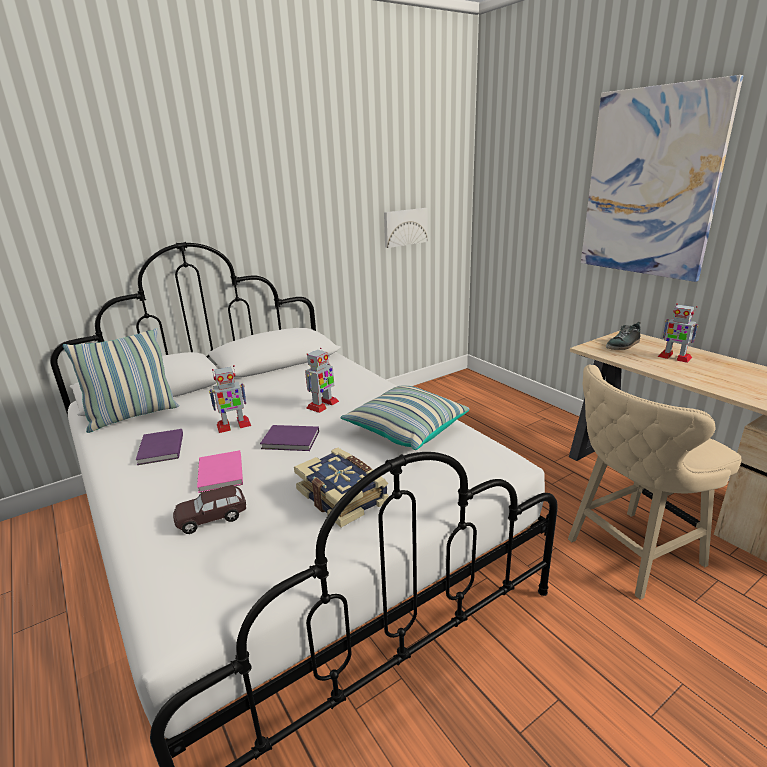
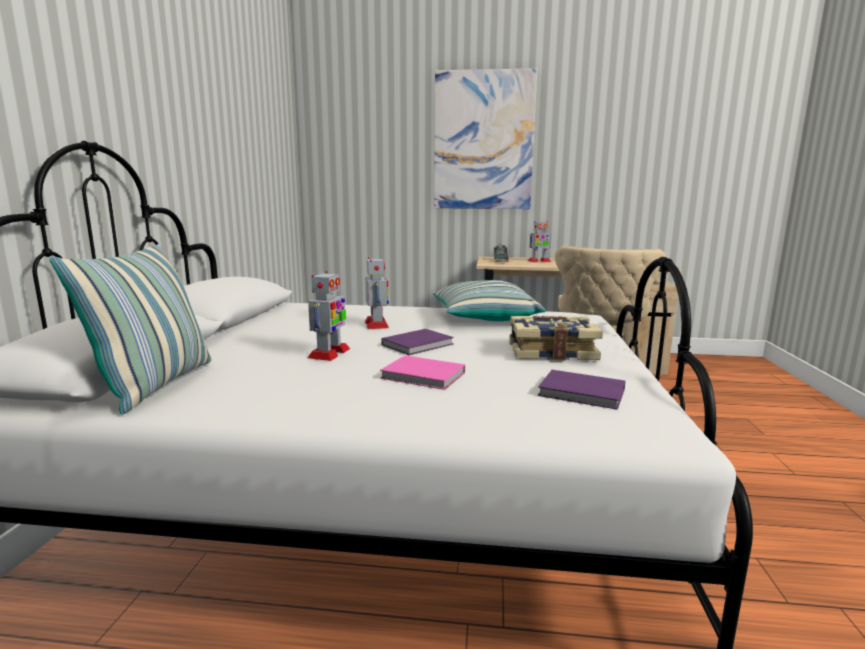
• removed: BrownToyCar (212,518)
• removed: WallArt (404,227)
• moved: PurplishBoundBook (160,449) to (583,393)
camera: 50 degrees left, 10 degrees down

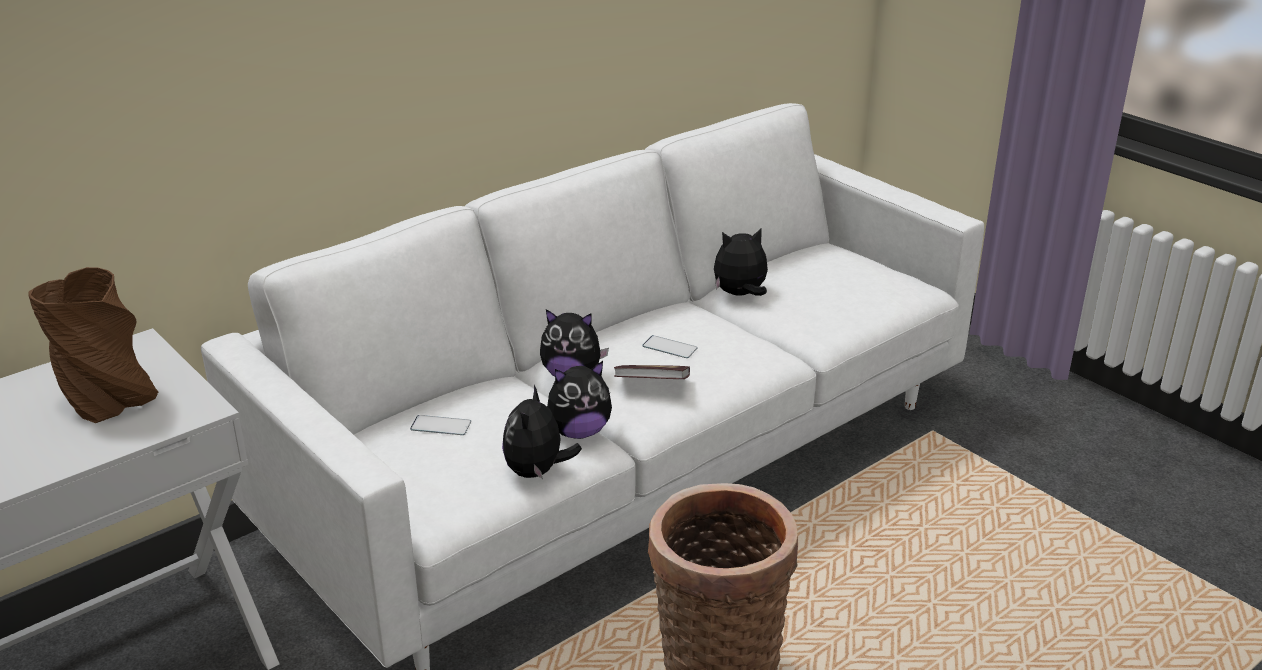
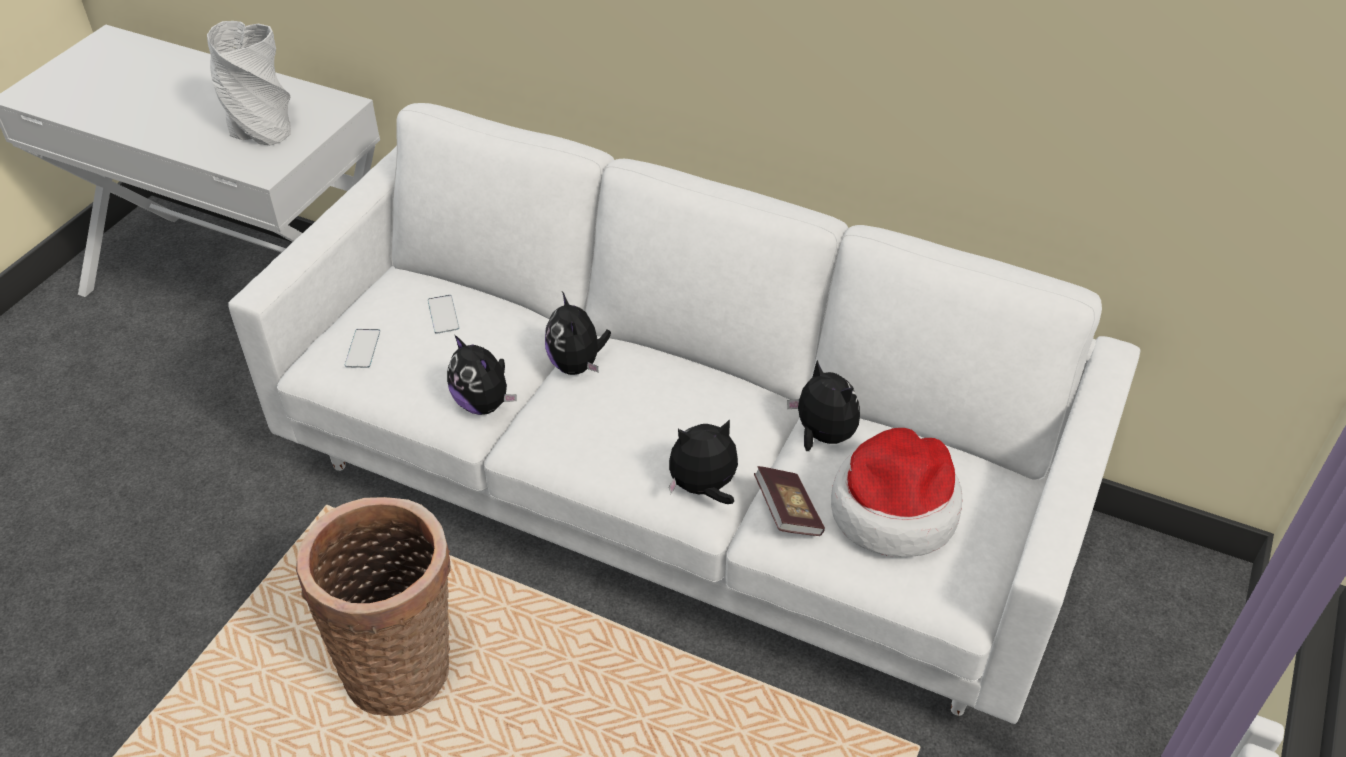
• added: Hat (893,508)
• moved: CuddlyToy (537,472) to (703,488)
• moved: BoundBook (652,385) to (787,512)
• moved: Phone (669,347) to (362,348)
• recoloured: BrownFlowerVase (108,400) to GreyFlowerVase (261,127)
camera: 65 degrees right, 15 degrees up

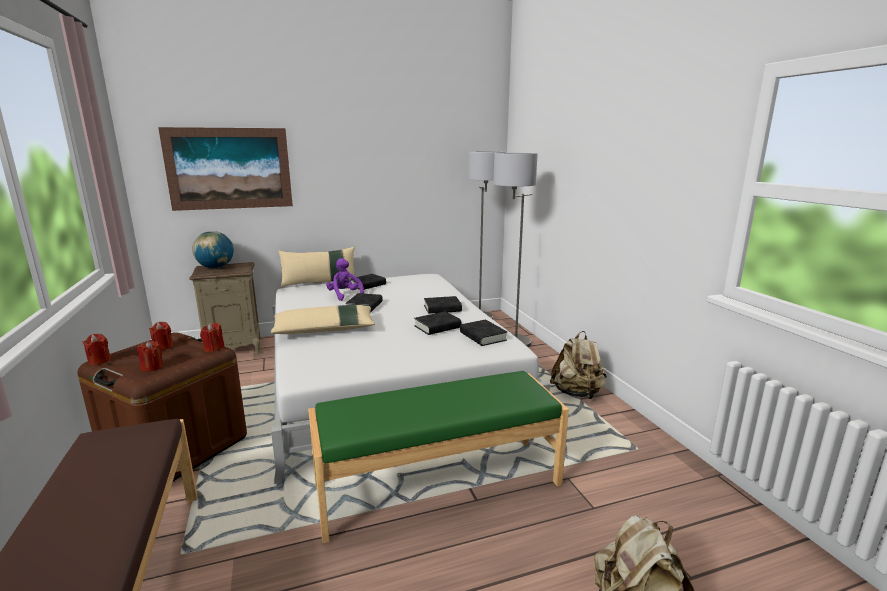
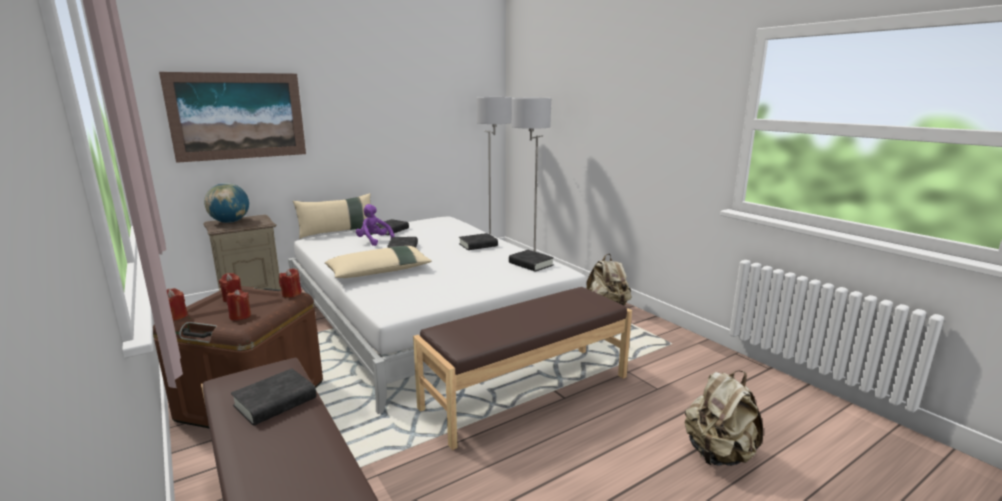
• moved: BlackColouredBoundBook (437,327) to (275,402)
• recoloured: GreenishIndoorBench (438,484) to BrownIndoorBench (526,391)
camera: 15 degrees left, 0 degrees up

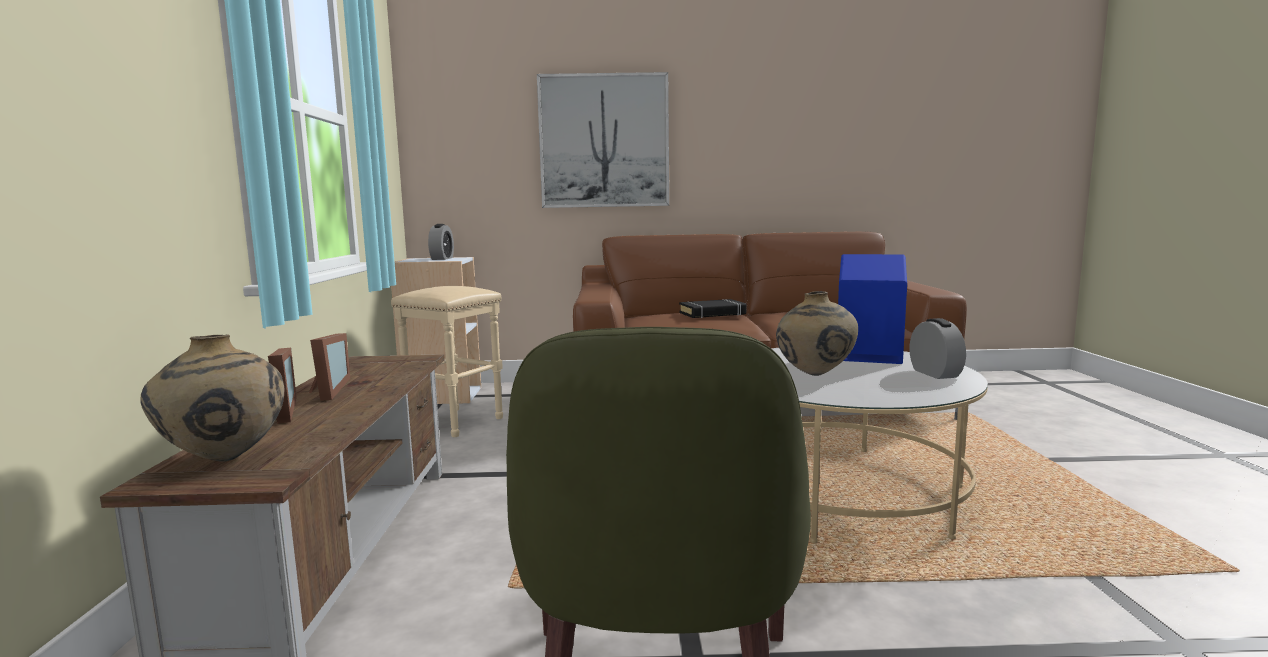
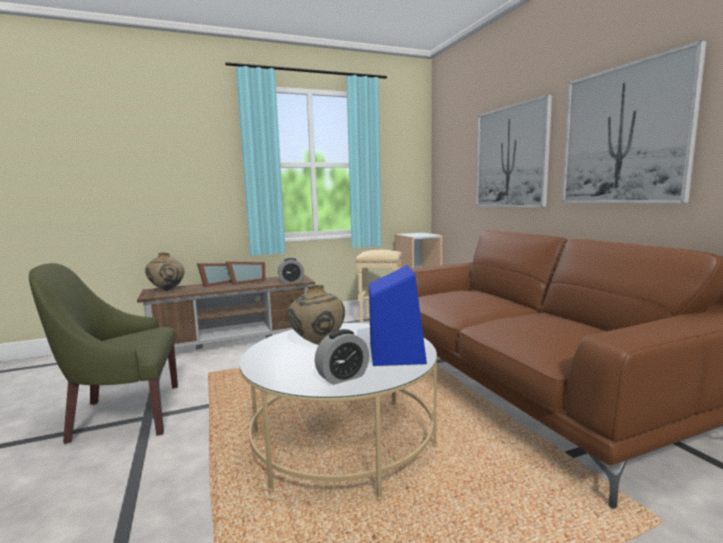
• removed: BlackColouredBoundBook (712,314)
• added: WallArt (624,135)
• moved: BedsideClock (442,258) to (291,281)
camera: 70 degrees right, 0 degrees up

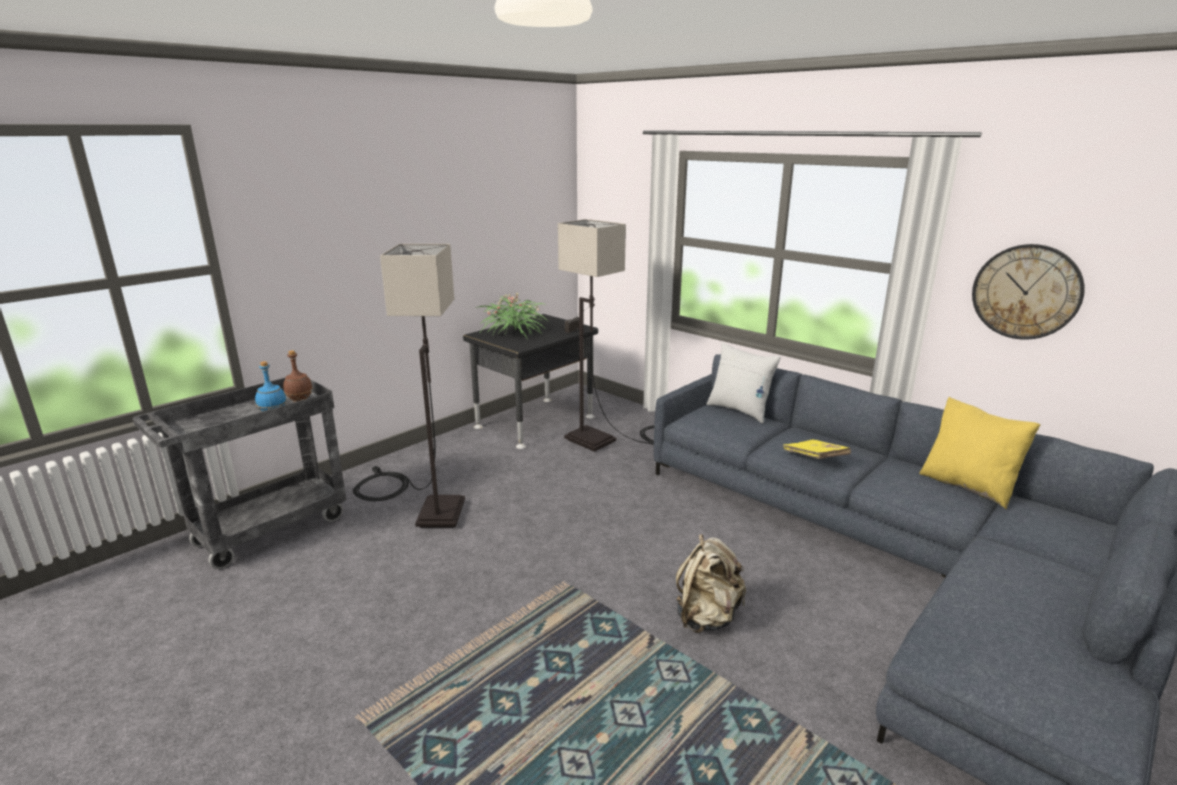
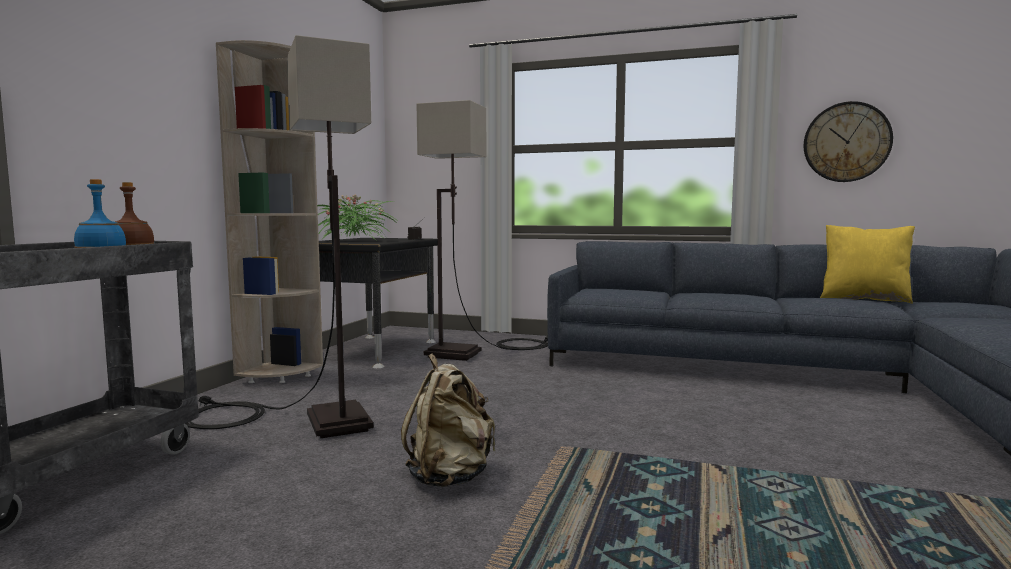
• removed: GreyThrowPillow (739,411)
• removed: YellowBoundBook (814,458)
• added: BeigeBookshelf (279,378)
• moved: BeigeRucksack (707,617) to (450,477)
camera: 25 degrees left, 15 degrees down

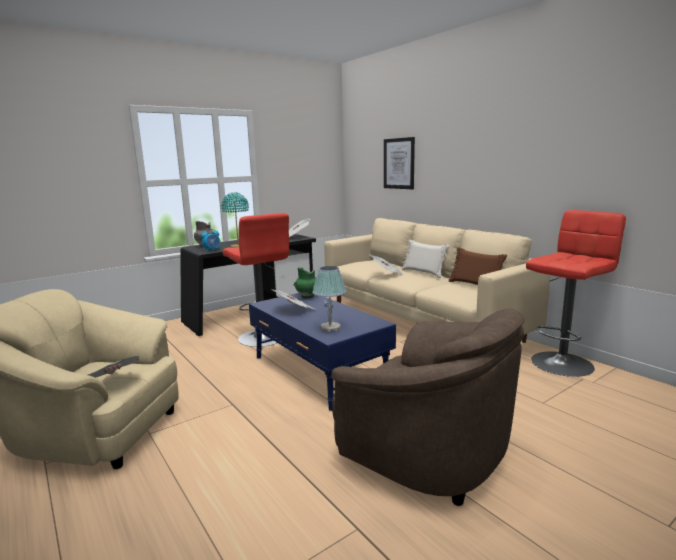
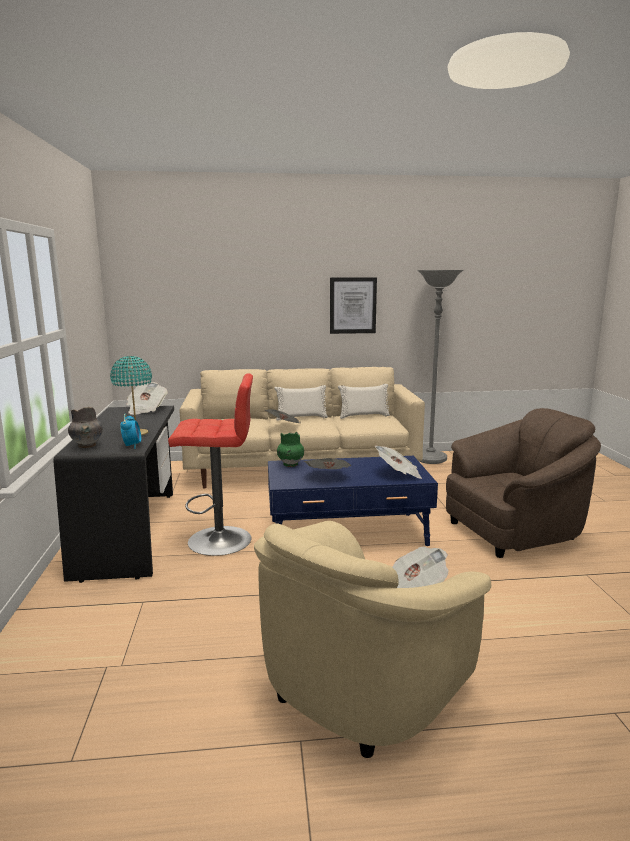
• moved: WallArt (399,163) to (353,305)
• replaced: LampForATable (330,328) to DailyPaper (398,474)
• replaced: RedSittingStool (562,364) to GreyStandardLamp (430,459)
• recoloured: BrownThrowPillow (475,285) to WhiteThrowPillow (363,416)
camera: 60 degrees left, 0 degrees up

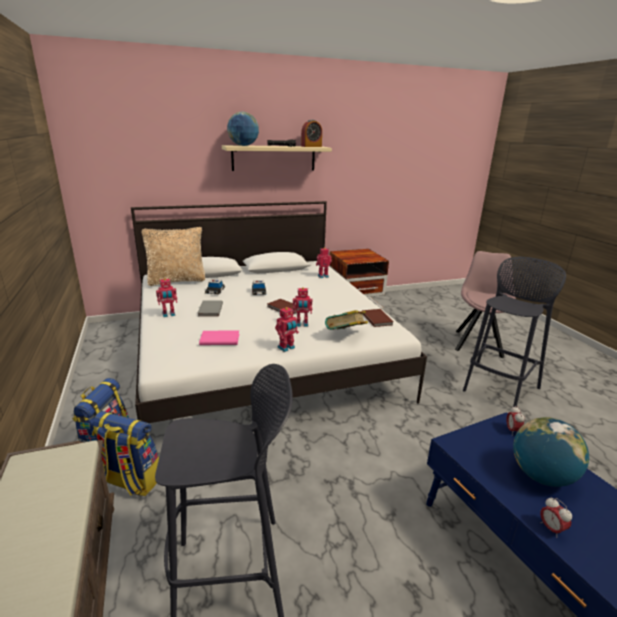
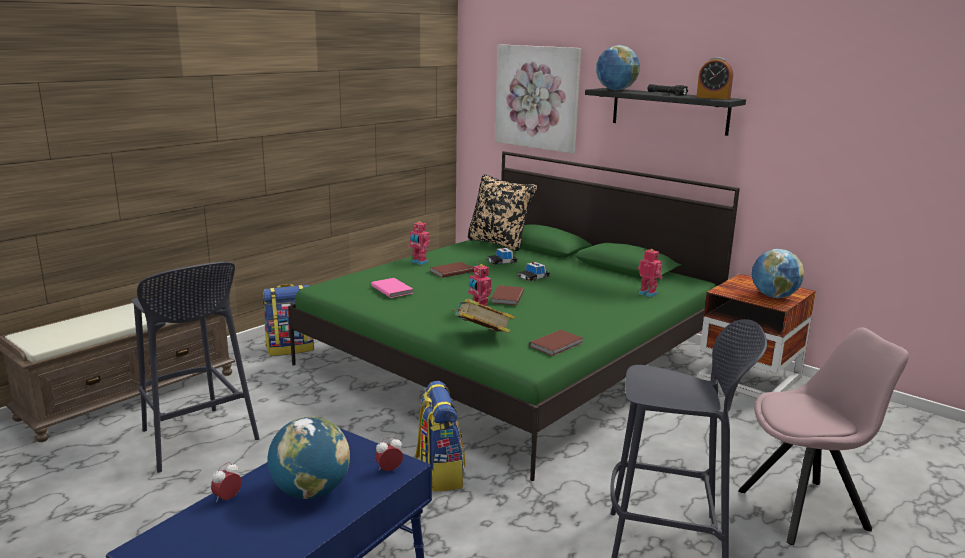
• removed: RobotFigure (287,348)
• added: WallArt (537,97)
• added: WorldGlobe (773,296)
• moved: Rucksack (130,481) to (439,474)
• recoloured: WhiteSleepingBed (261,354) to GreenishSleepingBed (512,358)
• recoloured: BeigeThrowPillow (177,282) to BlackColouredThrowPillow (499,245)
• recoloured: GreyBoundBook (209,310) to BrownBoundBook (451,271)
• recoloured: BeigeWallShelf (274,158) to BlackColouredWallShelf (669,111)
camera: 60 degrees right, 5 degrees down

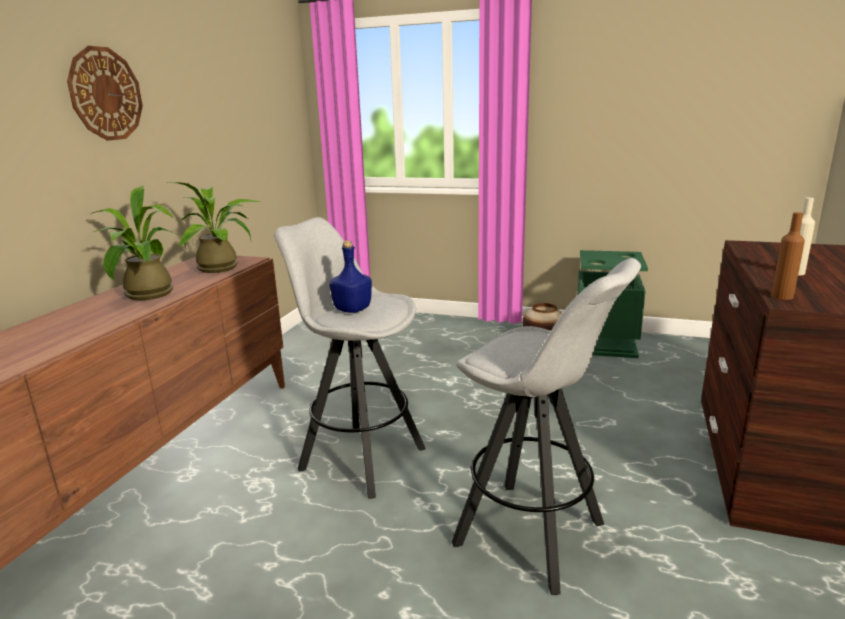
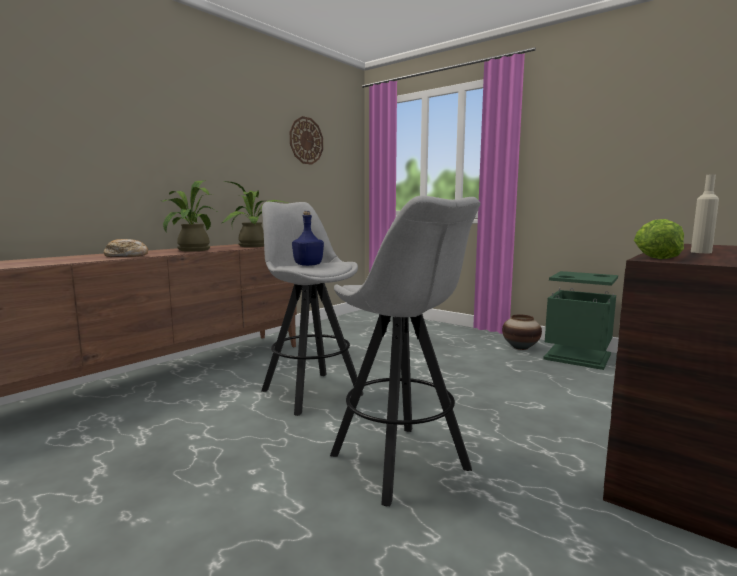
• added: Bread (127,256)
• moved: WallClock (106,94) to (306,140)
• replaced: BrownDrinkBottle (782,296) to LettuceHead (656,257)
camera: 20 degrees right, 10 degrees down

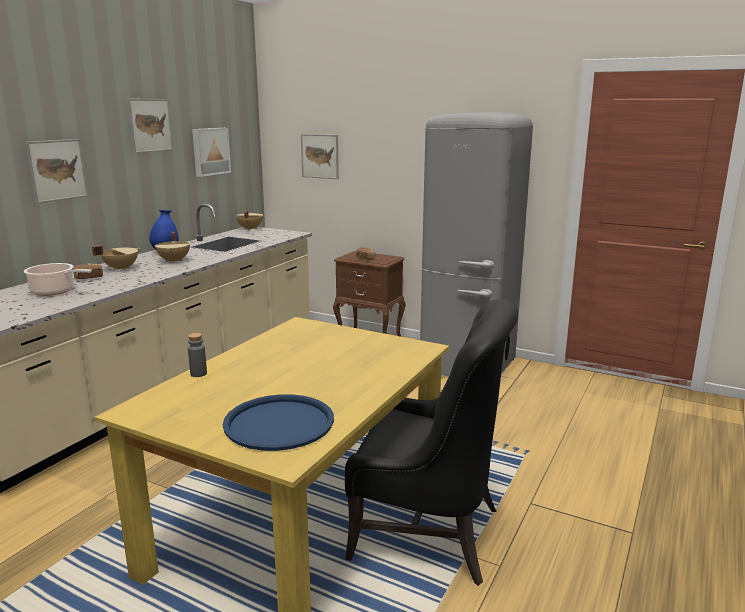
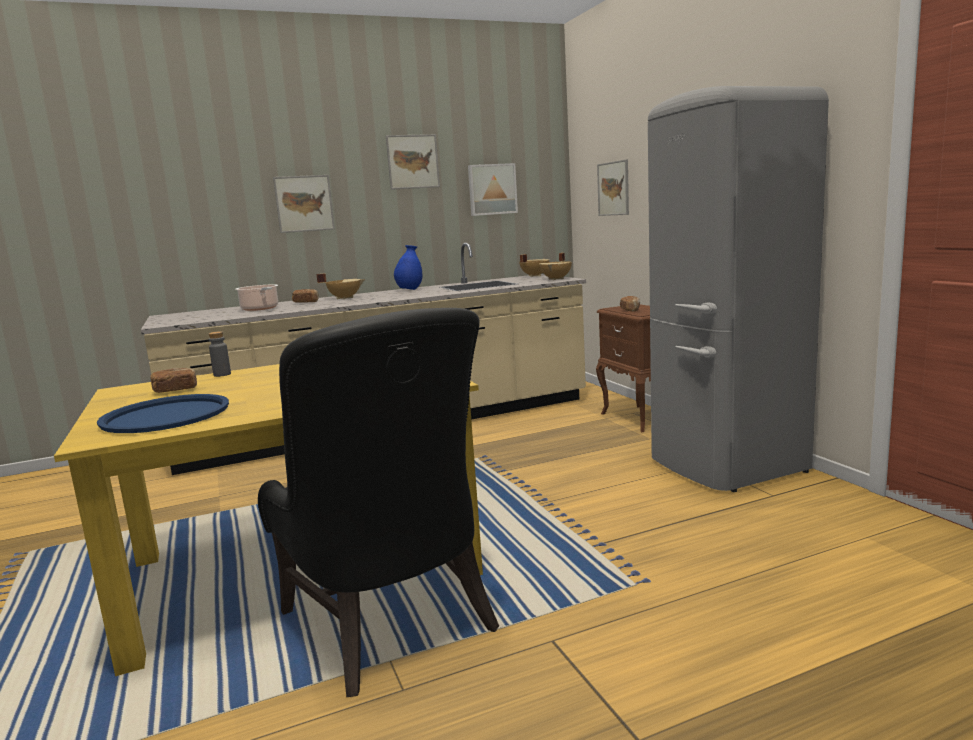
• added: Bread (175,390)
• moved: BeigeCookingPot (174,261) to (556,279)
camera: 40 degrees right, 5 degrees down

